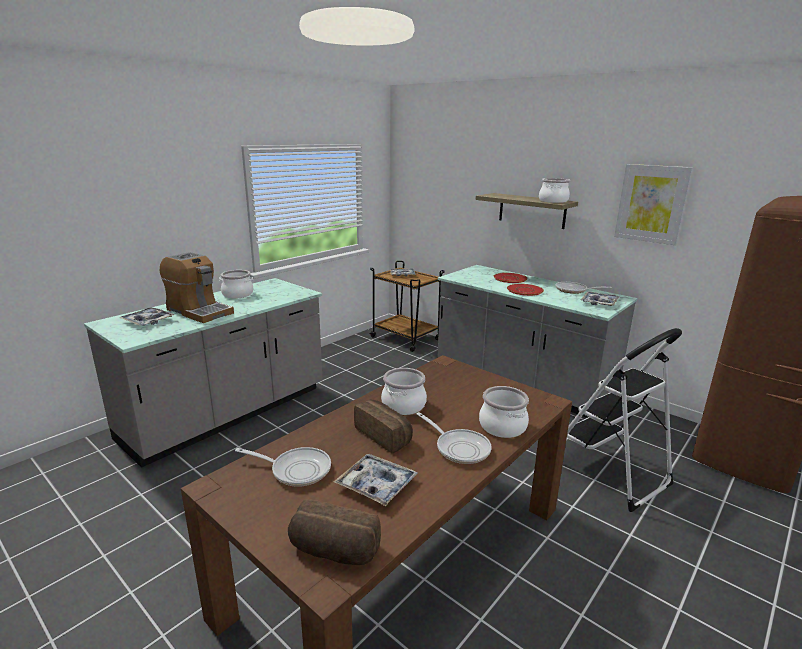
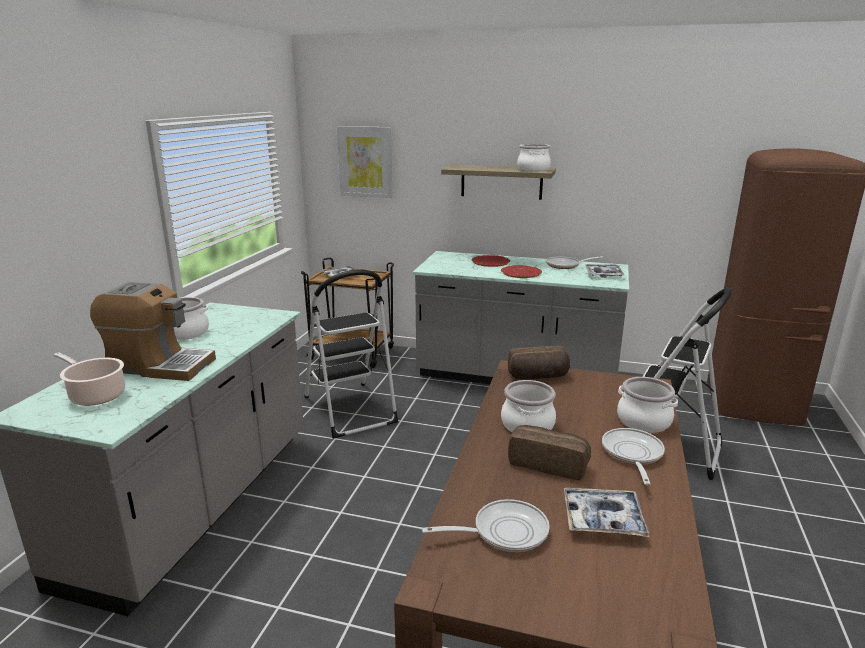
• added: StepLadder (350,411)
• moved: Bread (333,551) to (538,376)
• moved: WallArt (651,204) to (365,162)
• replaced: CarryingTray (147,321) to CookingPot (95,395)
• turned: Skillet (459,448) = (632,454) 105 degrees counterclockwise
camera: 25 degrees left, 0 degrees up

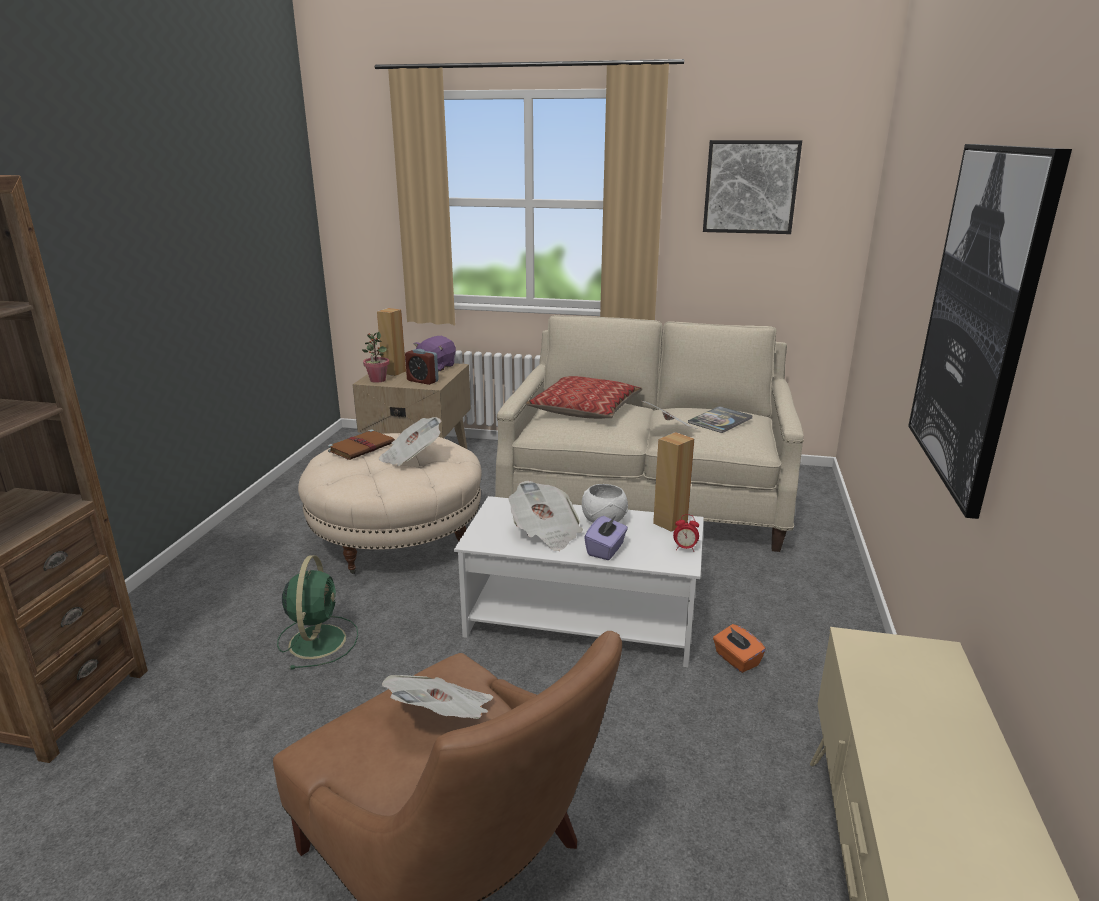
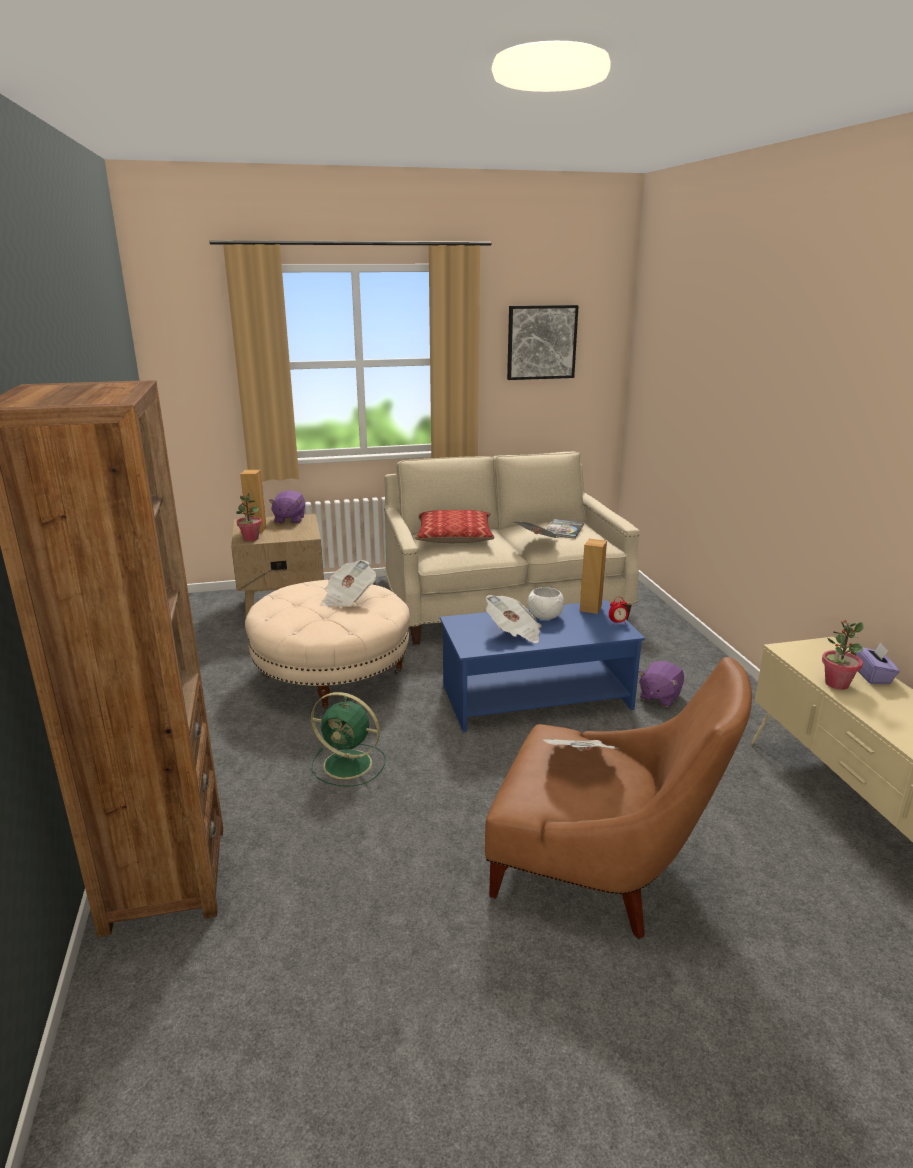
• removed: BrownBoundBook (362,447)
• removed: BedsideClock (422,381)
• removed: WallArt (977,319)
• added: PottedPlant (836,684)
• moved: PurplishTissueHolder (606,550) to (872,676)
• replaced: OrangeColouredTissueHolder (736,660) to PurplishCuddlyToy (659,697)
• recoloured: WhiteLowTable (583,618) to BlueColouredLowTable (537,696)
• turned: GreenishCoolingFan (318,640) = (350,764) 135 degrees clockwise
camera: 25 degrees left, 0 degrees up

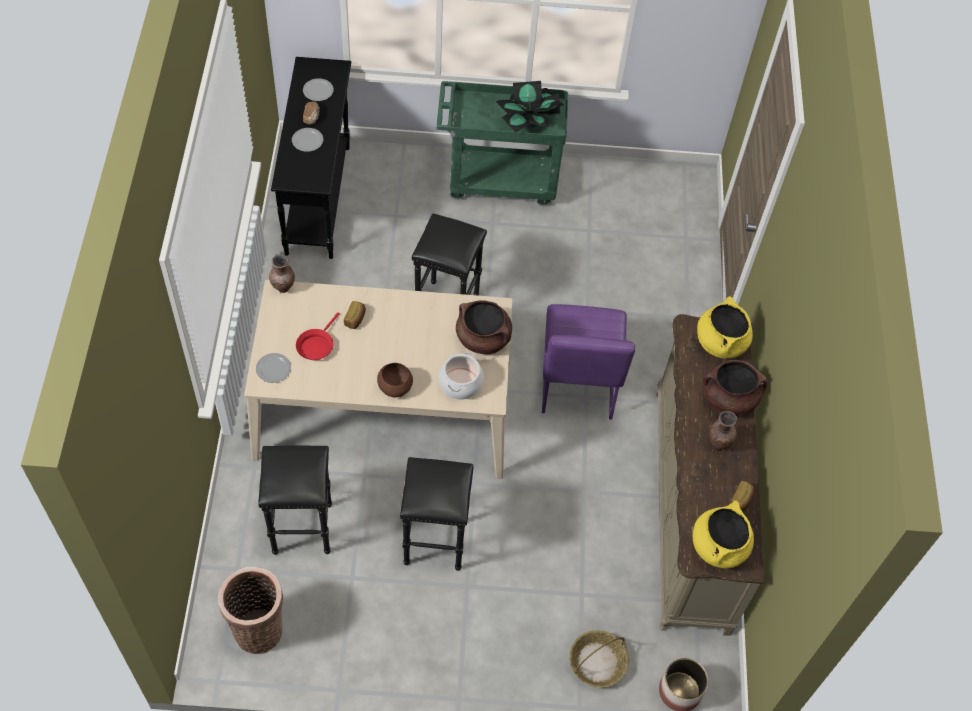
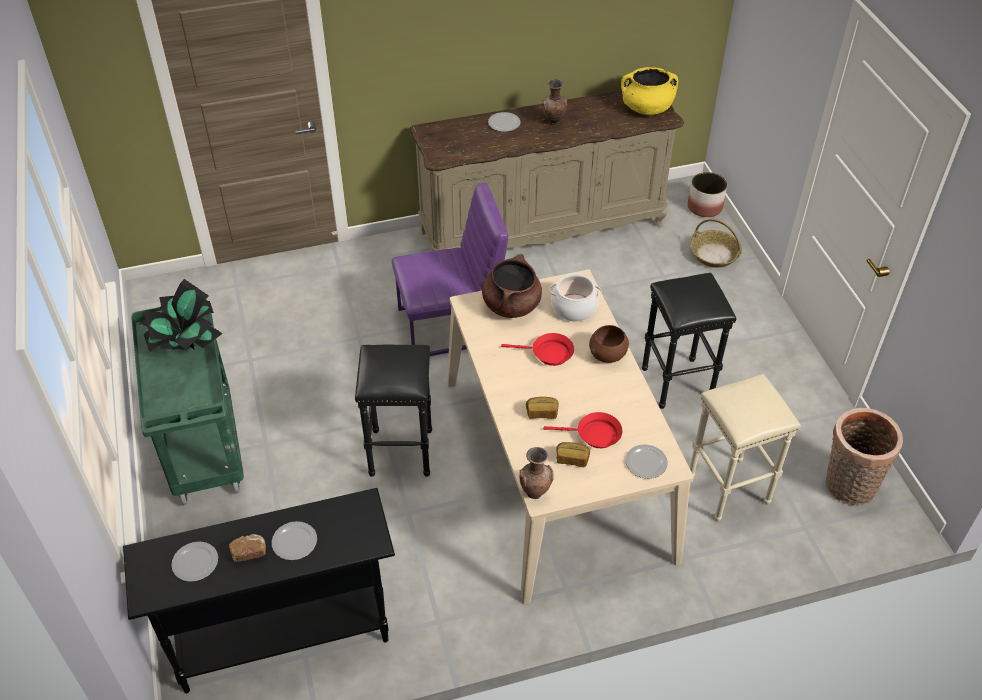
• removed: YellowCookingPot (720,342)
• added: RedSkillet (548,354)
• moved: Bread (741,500) to (572,459)
• replaced: BrownCookingPot (728,399) to Plate (504,123)
• recoloured: BlackColouredSittingStool (301,529) to BeigeSittingStool (730,489)
camera: 105 degrees left, 10 degrees down

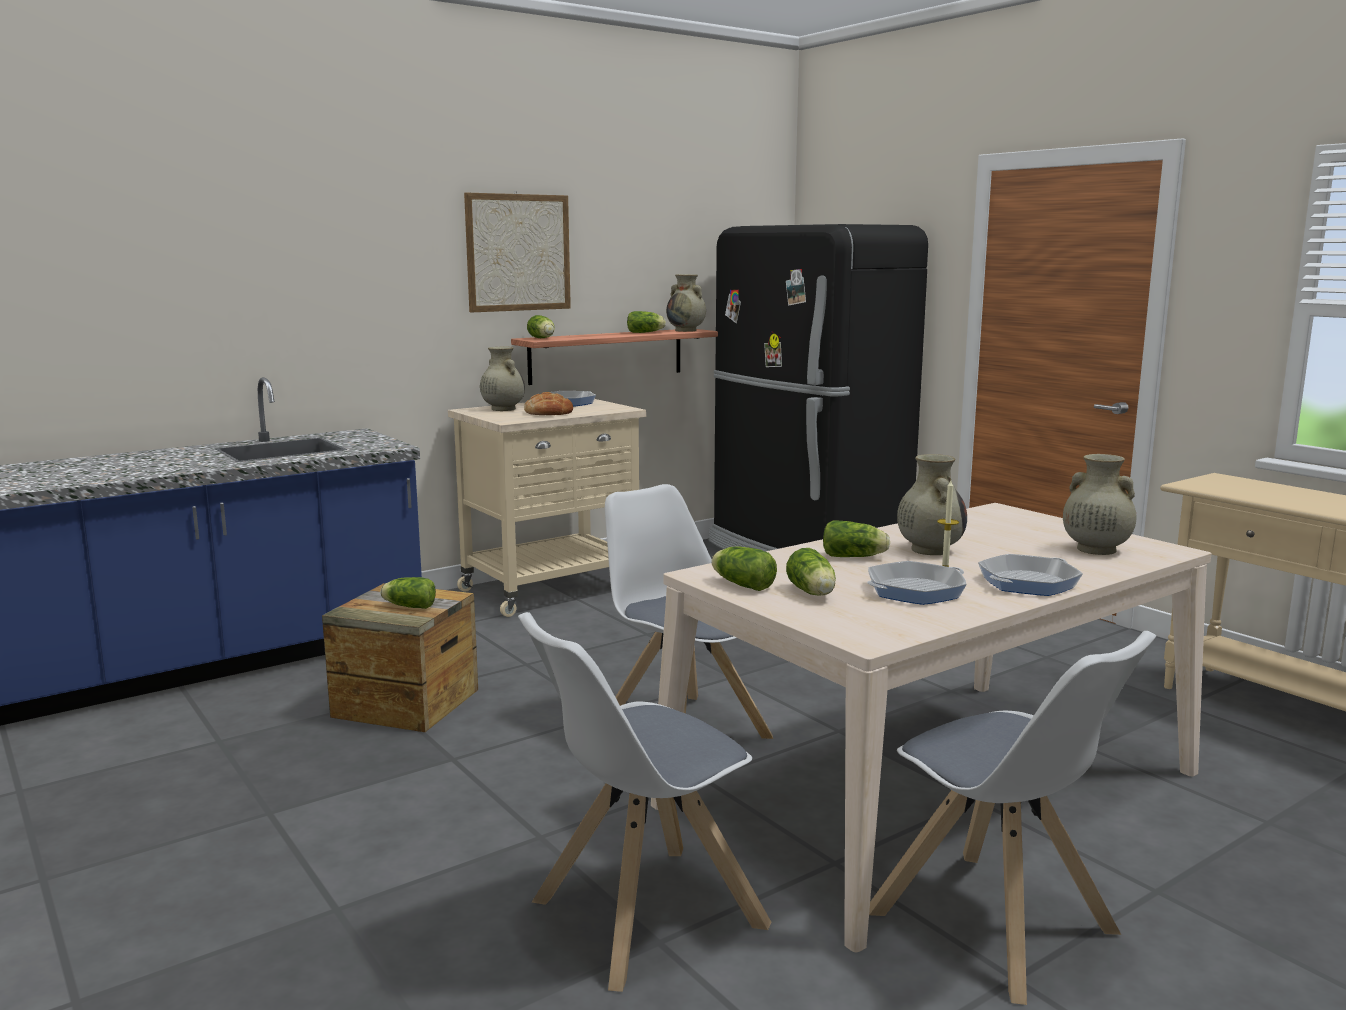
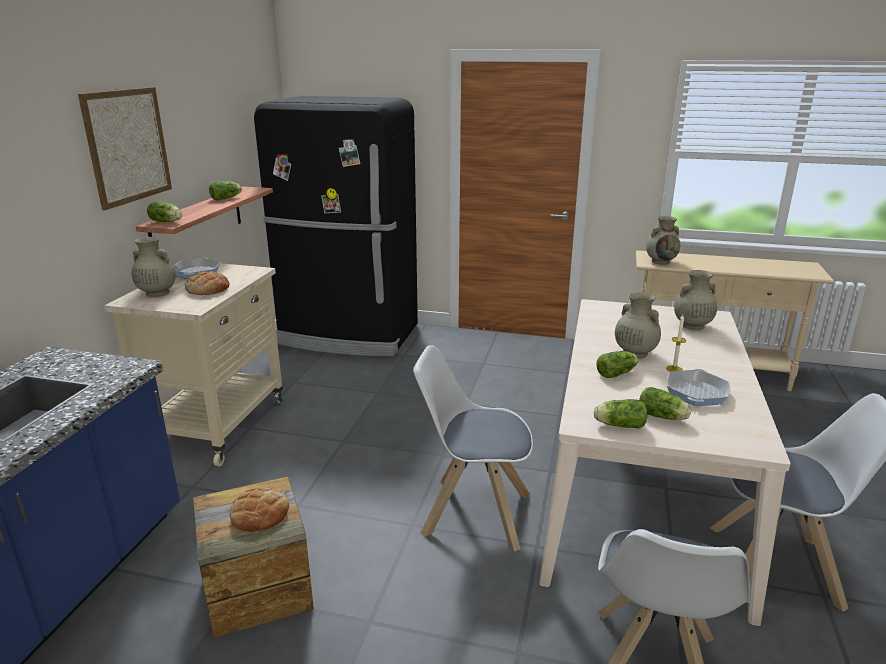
• removed: Skillet (1028,582)
• moved: BeigeFlowerVase (686,330) to (661,261)
• replaced: LettuceHead (408,606) to Bread (259,514)
camera: 40 degrees left, 10 degrees up

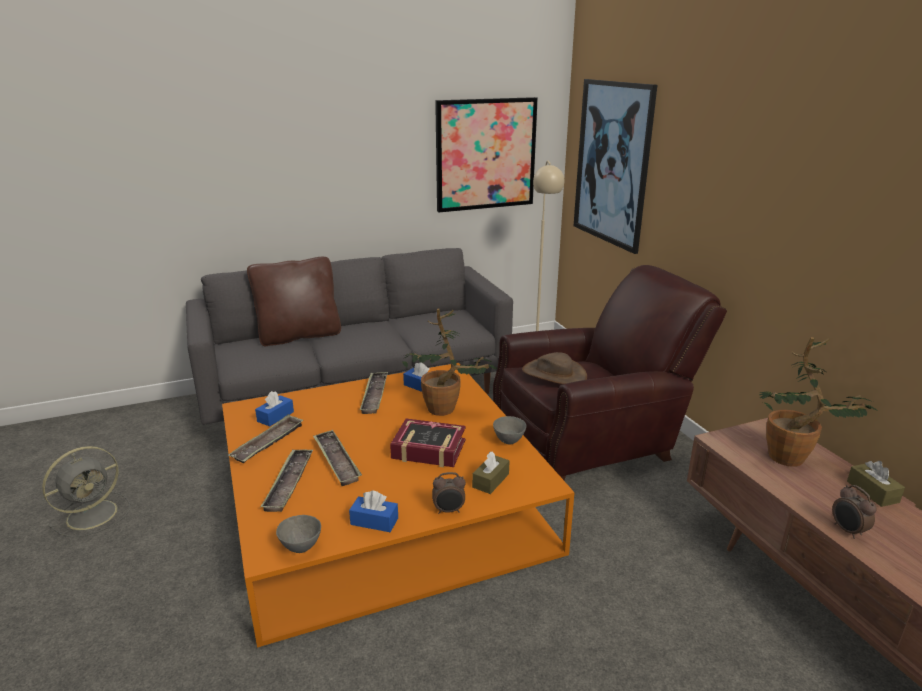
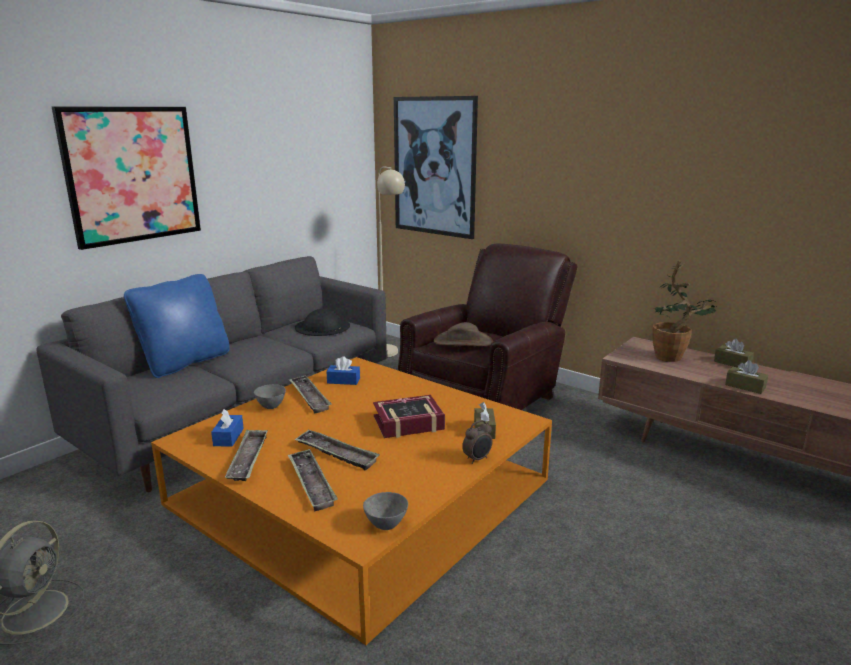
• removed: BlueColouredTissueHolder (374,521)
• removed: PottedPlant (447,410)
• added: BlackColouredHat (322,326)
• moved: WallArt (485,154) to (132,175)
• moved: GreyServingBowl (509,441) to (271,407)
• replaced: BedsideClock (847,531) to BrownTissueHolder (745,386)
• recoloured: BrownThrowPillow (299,336) to BlueColouredThrowPillow (185,362)
camera: 30 degrees left, 5 degrees down

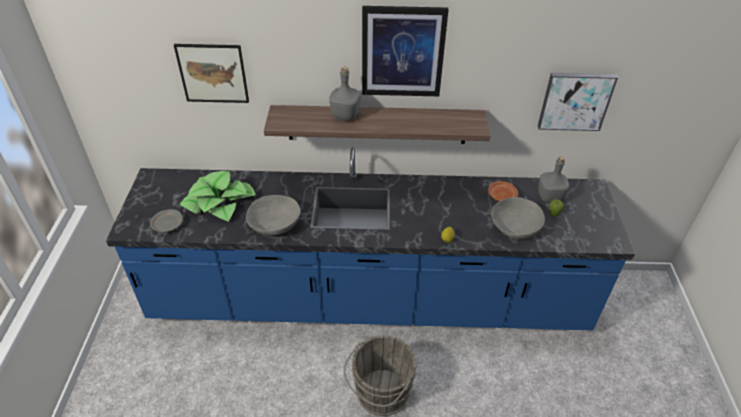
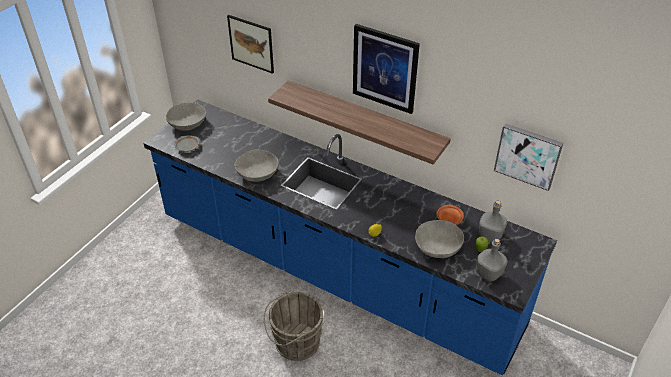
• removed: PottedPlant (219,203)
• added: GreyServingBowl (187,124)
• moved: GreyDrinkBottle (345,116) to (488,274)
camera: 30 degrees right, 0 degrees up

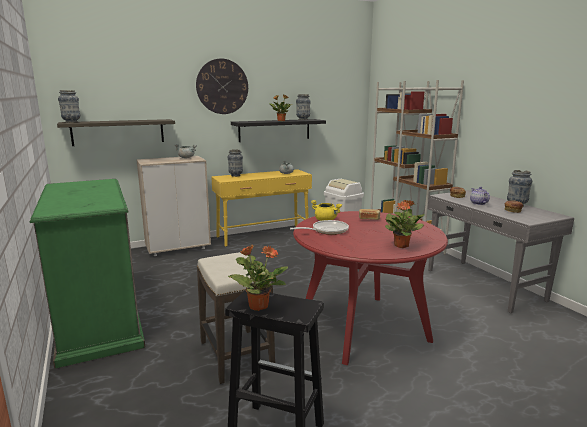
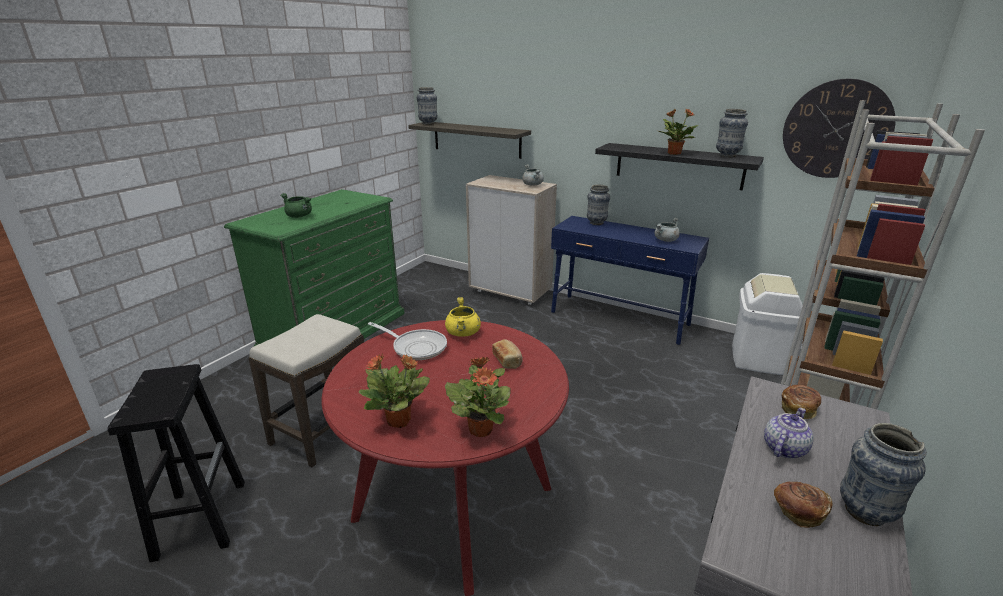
• added: GreenishCookingPot (299,216)
• moved: WallClock (222,86) to (836,129)
• moved: PottedPlant (258,306) to (481,429)
• recoloured: YellowNarrowTable (263,235) to BlueColouredNarrowTable (618,319)
camera: 55 degrees right, 10 degrees up

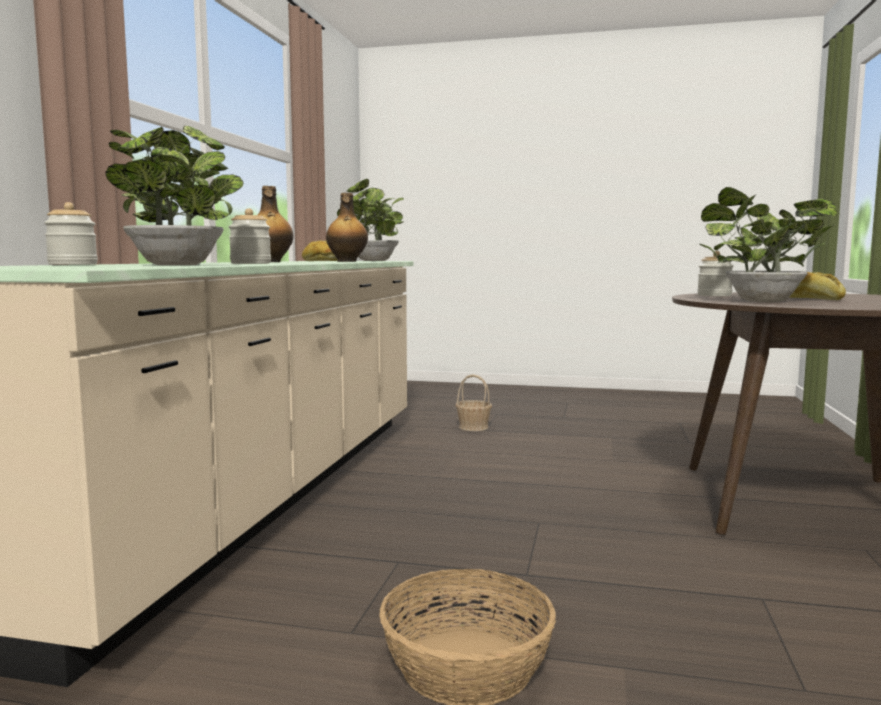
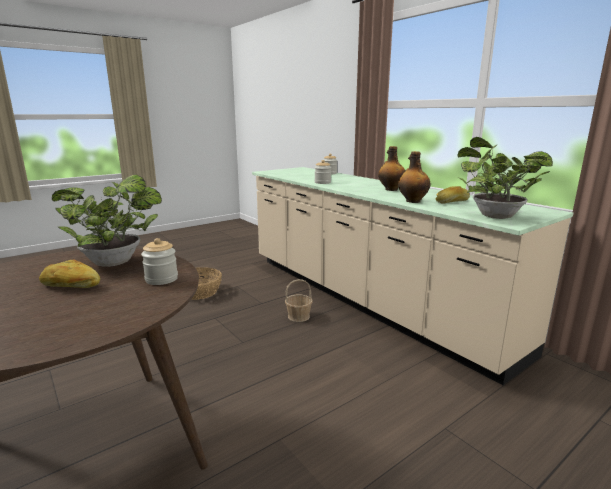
• removed: PottedPlant (179,264)
• moved: HouseholdBasket (473,427) to (299,316)
camera: 130 degrees right, 10 degrees up

